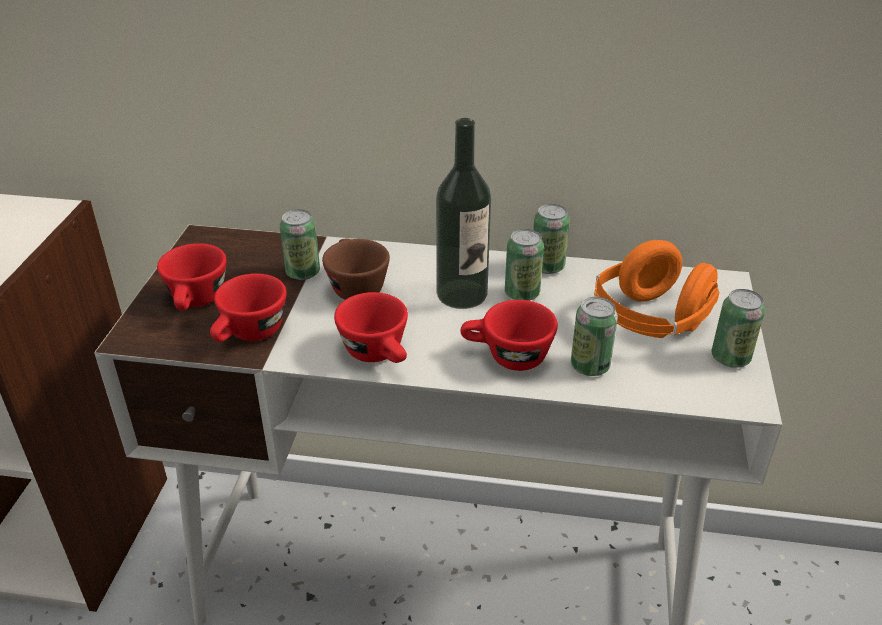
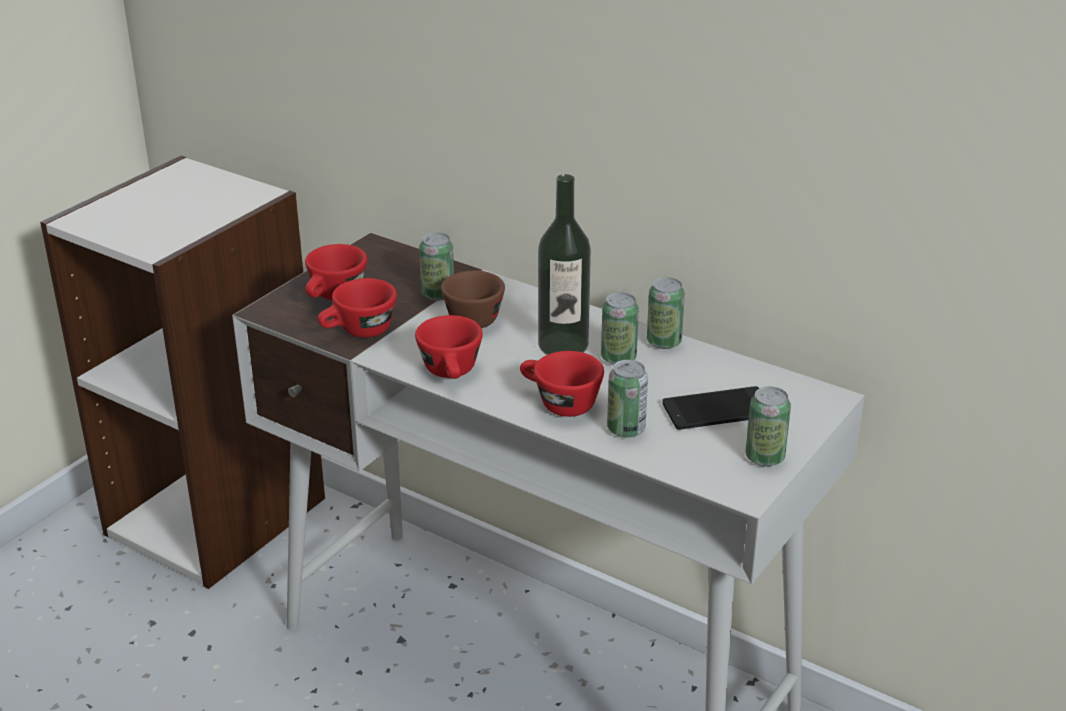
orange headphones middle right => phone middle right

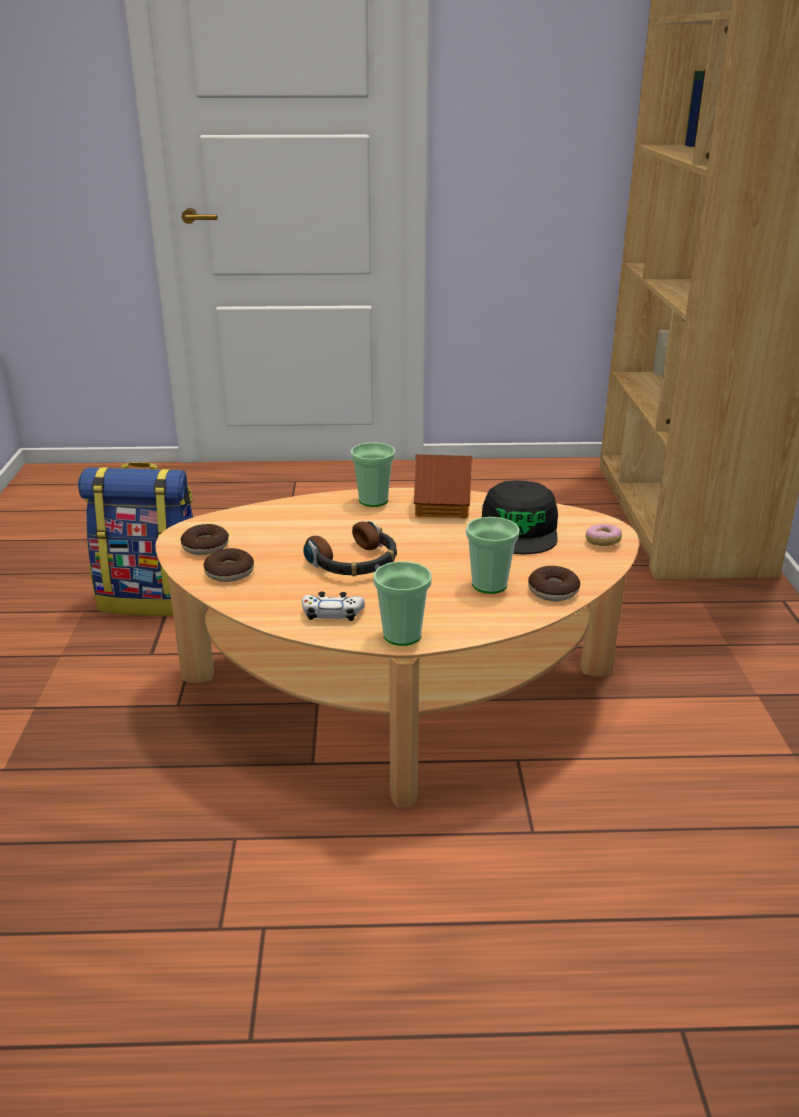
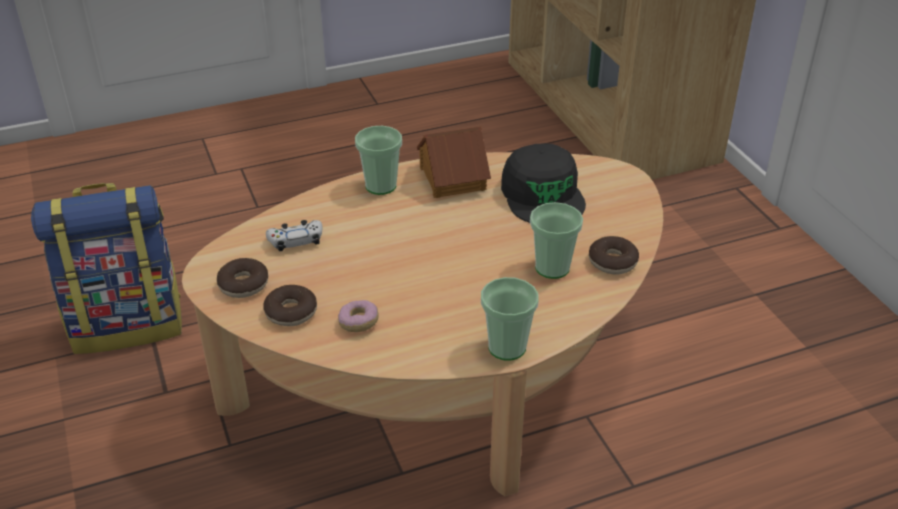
headphones centre => nothing
white game controller centre => white game controller middle left, relocated
donut (no. 4 from left in the first image) middle right => donut (no. 3 from left) centre, relocated

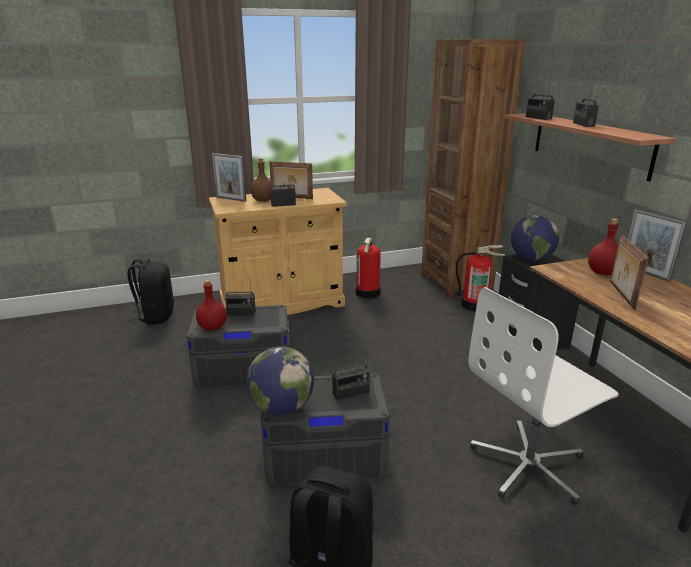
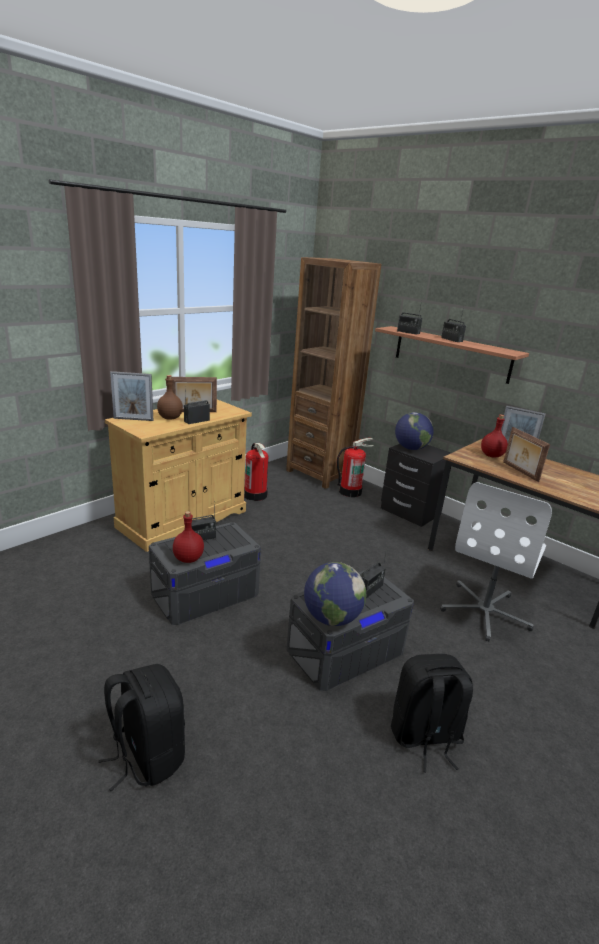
black backpack (no. 1 from left) middle left => black backpack (no. 1 from left) bottom left, relocated

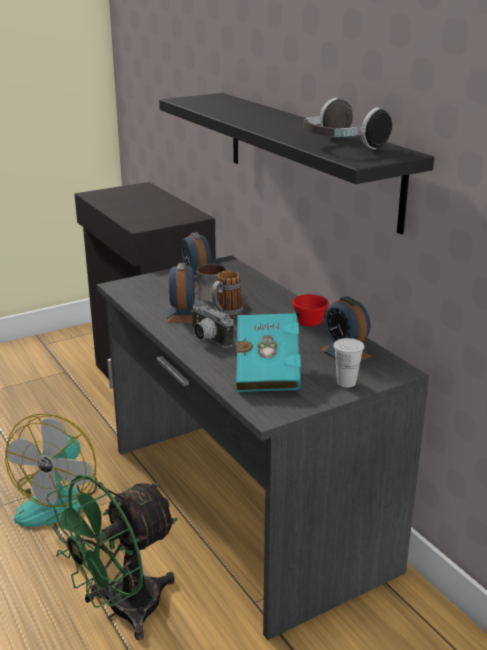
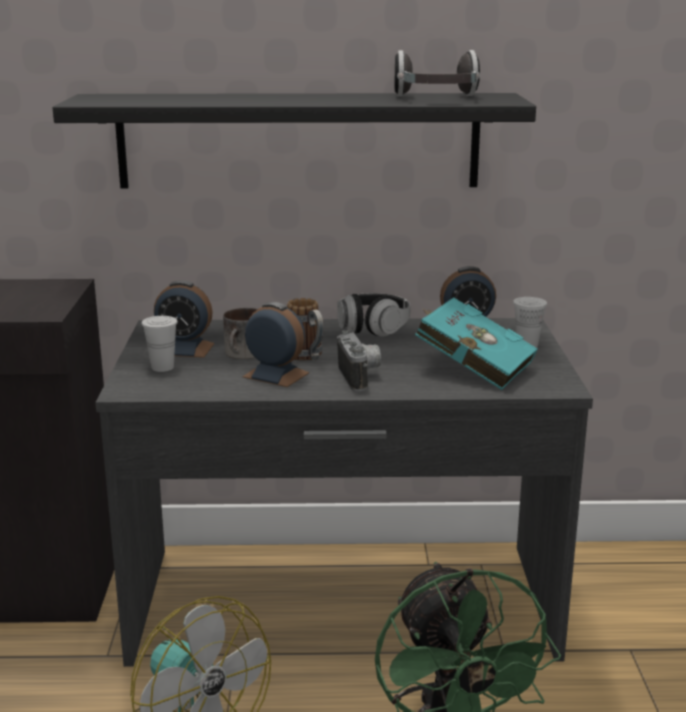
nothing => white cup (no. 1 from left) middle left
red cup centre => headphones (no. 1 from left) centre
photo camera centre, 90 degrees counterclockwise

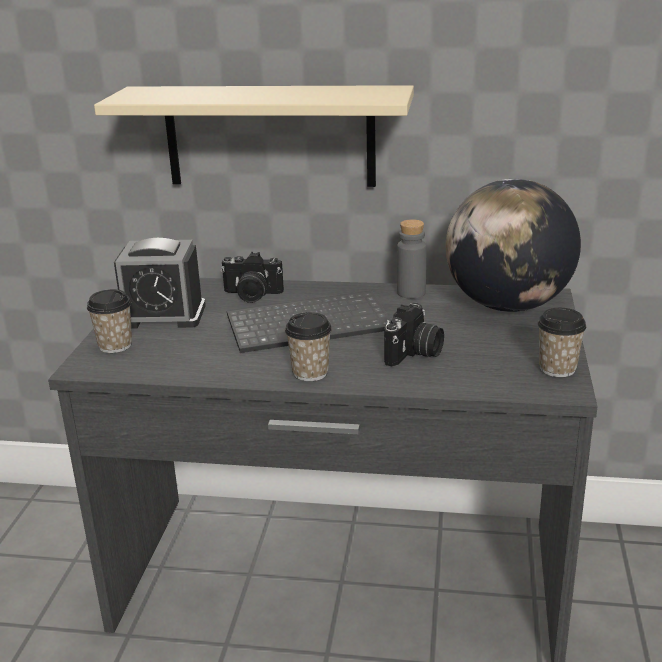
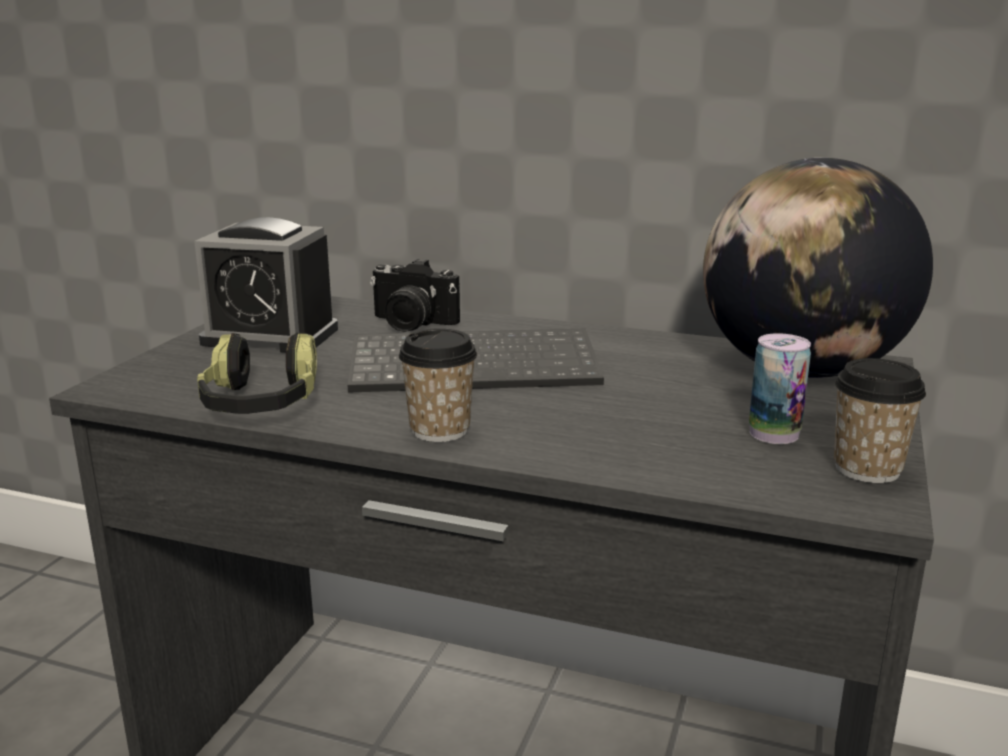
cup (no. 1 from left) middle left => nothing
beige shelf top centre => nothing
photo camera (no. 2 from left) centre => nothing
grey bottle centre => nothing
nothing => headphones middle left
nothing => can middle right

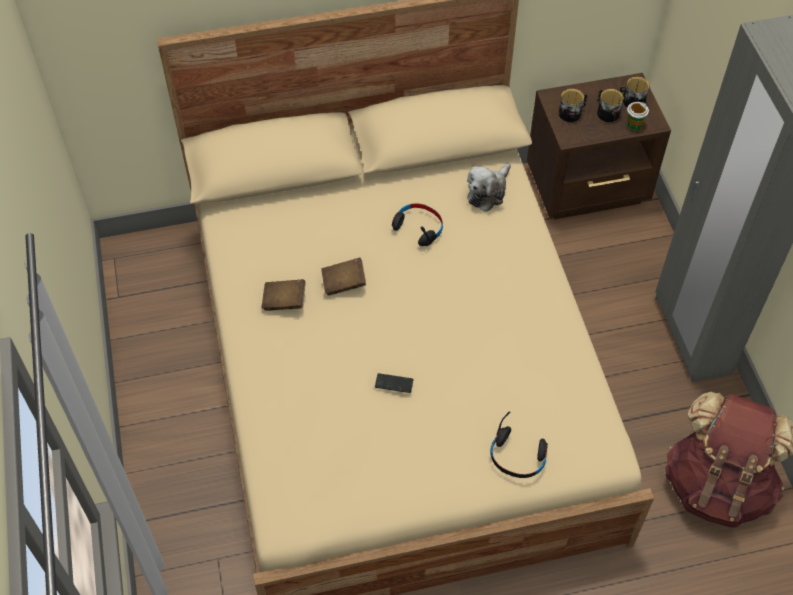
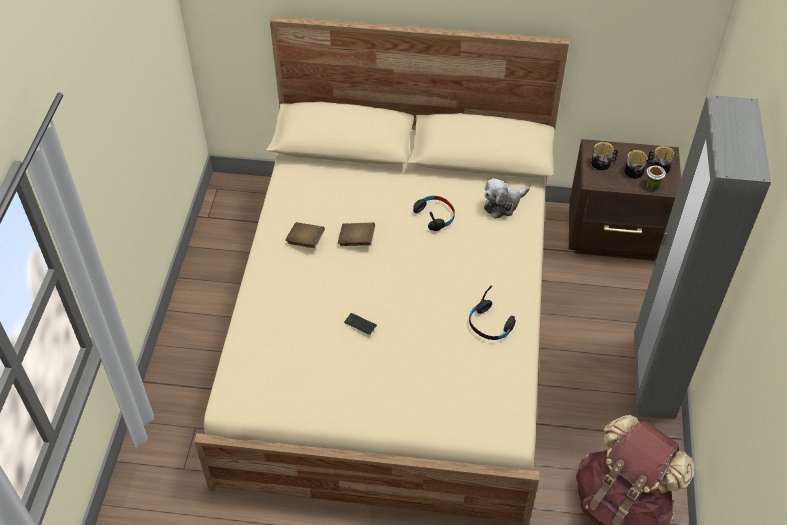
black headphones (no. 2 from left) bottom centre => black headphones (no. 2 from left) centre, relocated

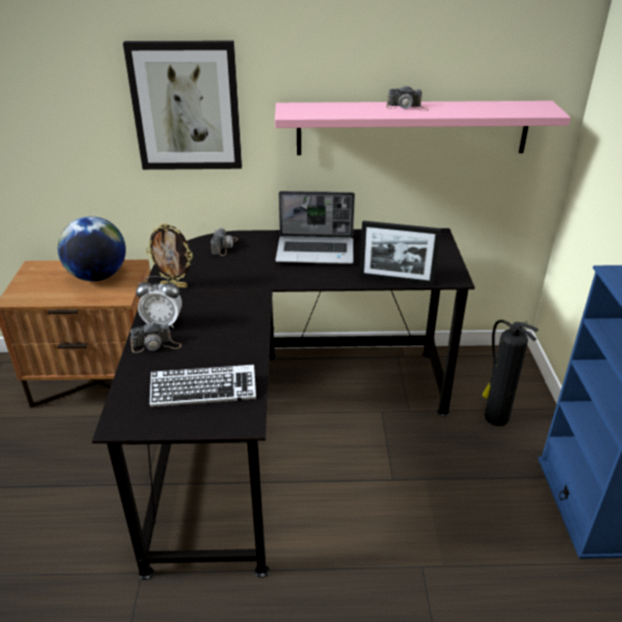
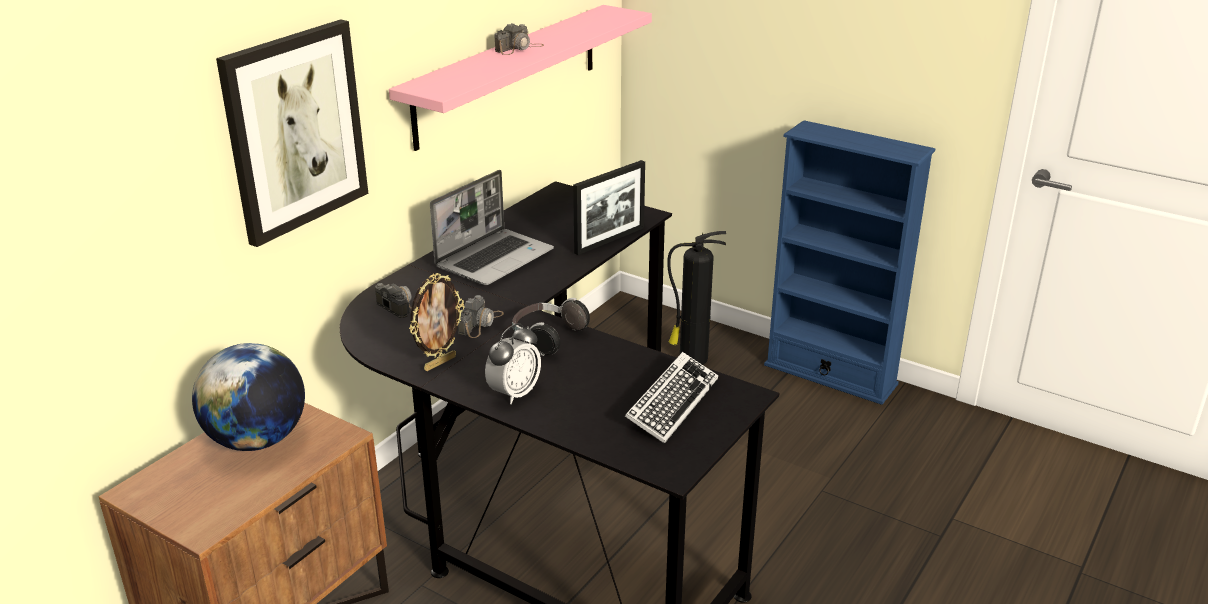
nothing => headphones centre
photo camera (no. 1 from left in the first image) middle left => photo camera (no. 2 from left) centre, relocated

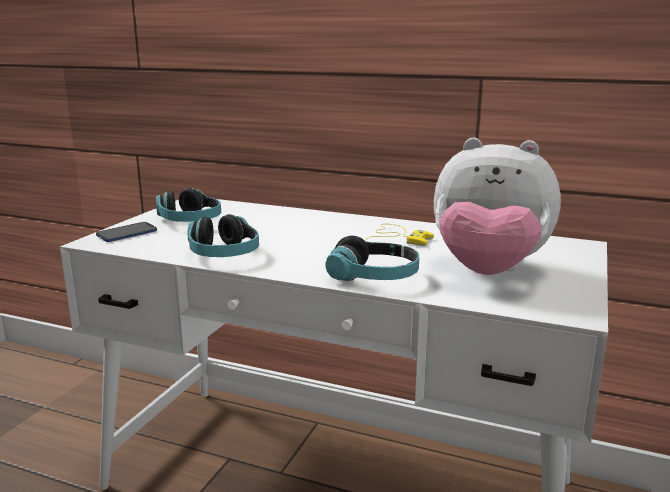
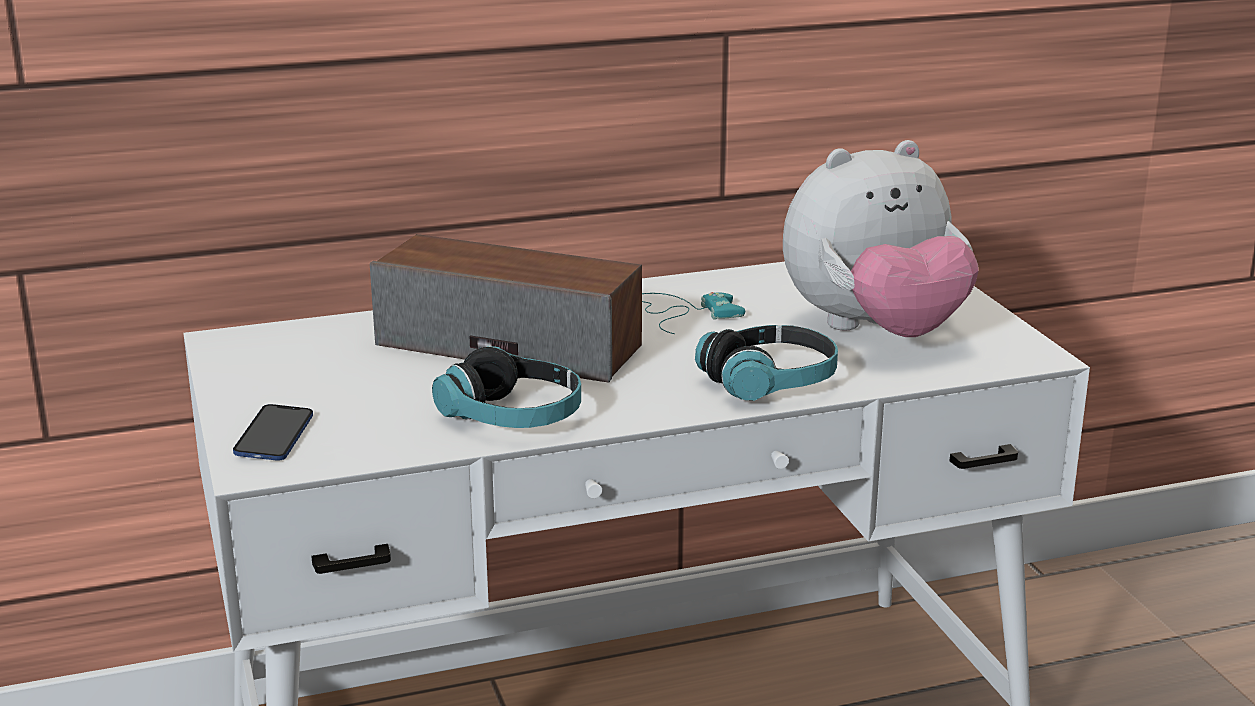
headphones (no. 1 from left) middle left => nothing
nothing => speaker centre
yellow game controller centre => turquoise game controller centre

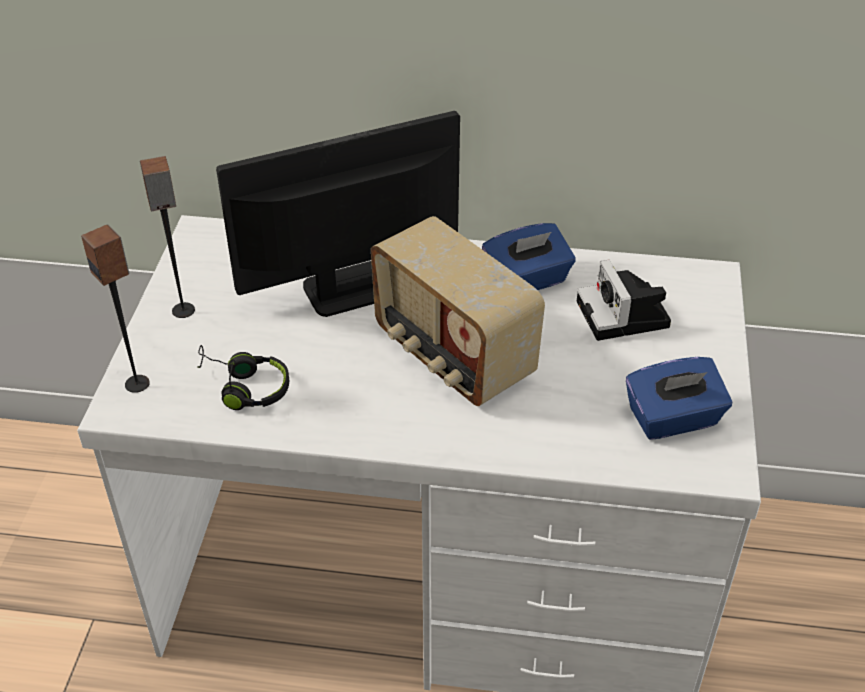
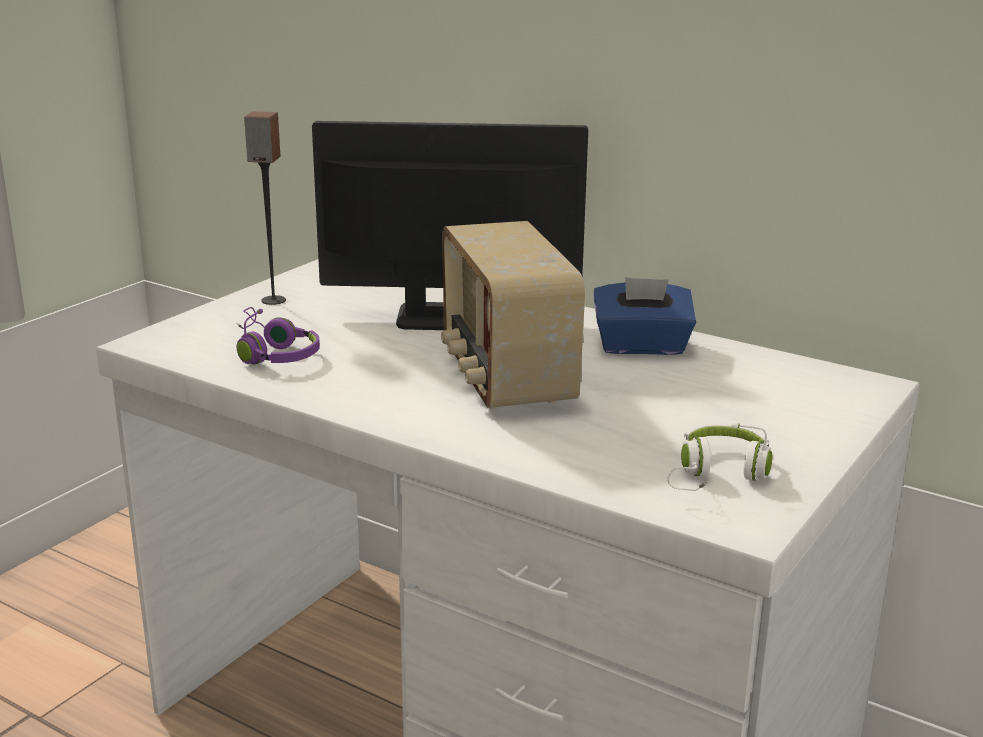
speaker (no. 1 from left) middle left => nothing
photo camera middle right => nothing
blue tissue box (no. 2 from left) middle right => white headphones middle right
black headphones middle left => purple headphones middle left

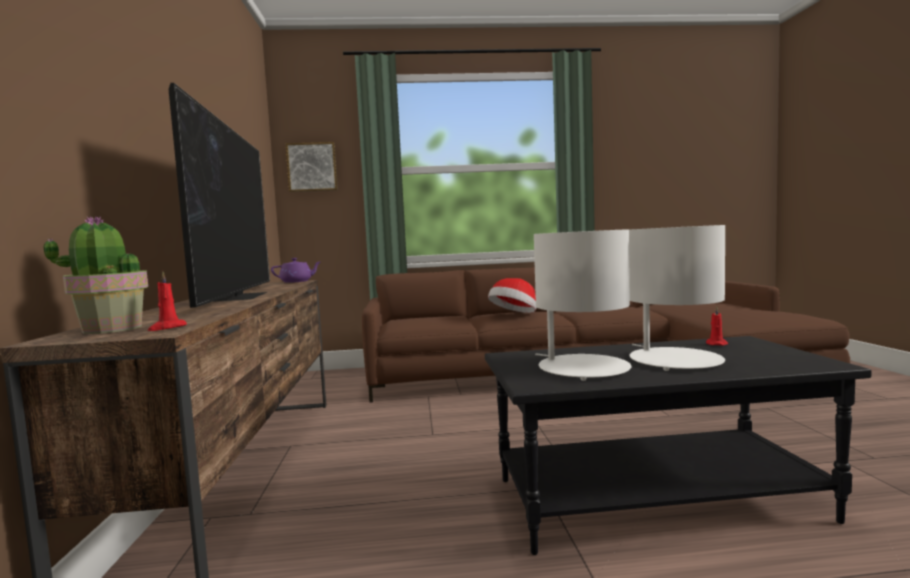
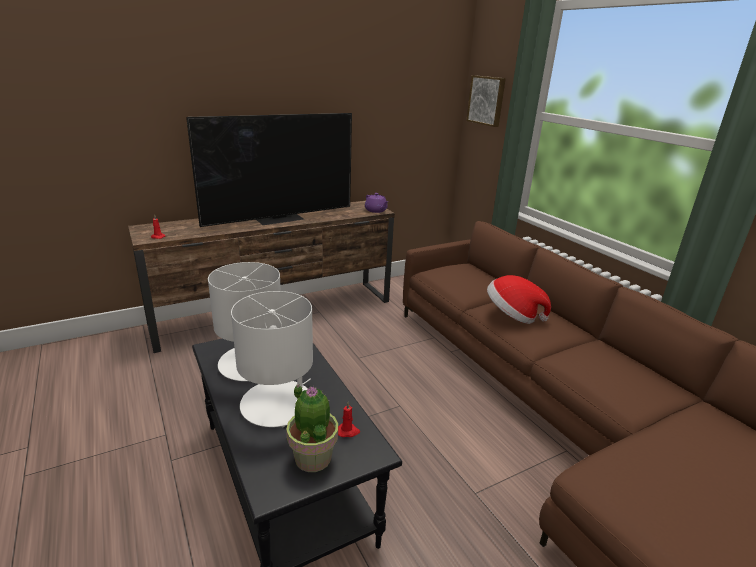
potted plant middle left => potted plant bottom centre, relocated

